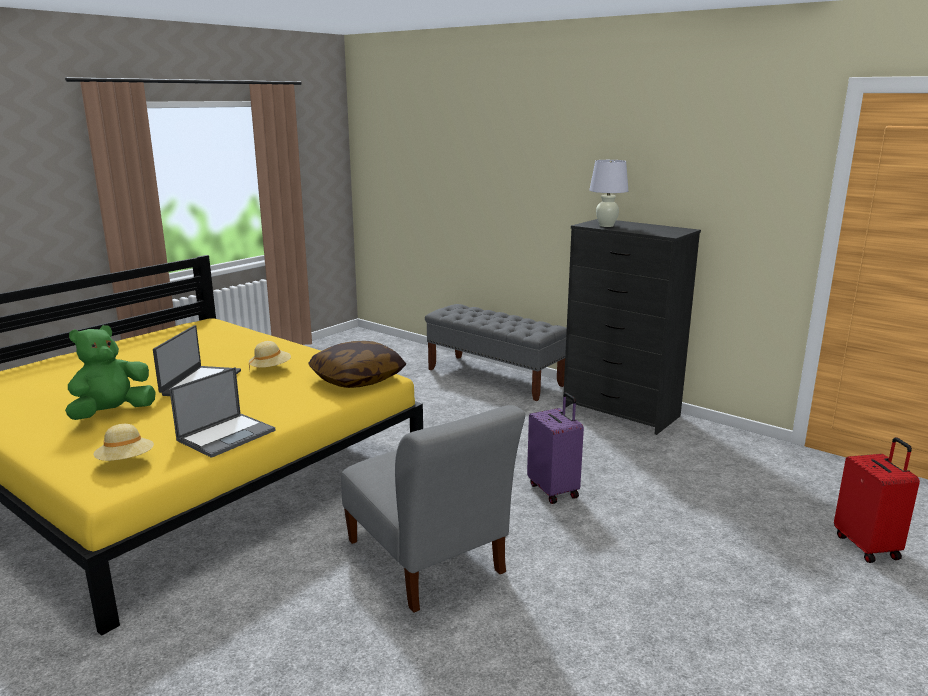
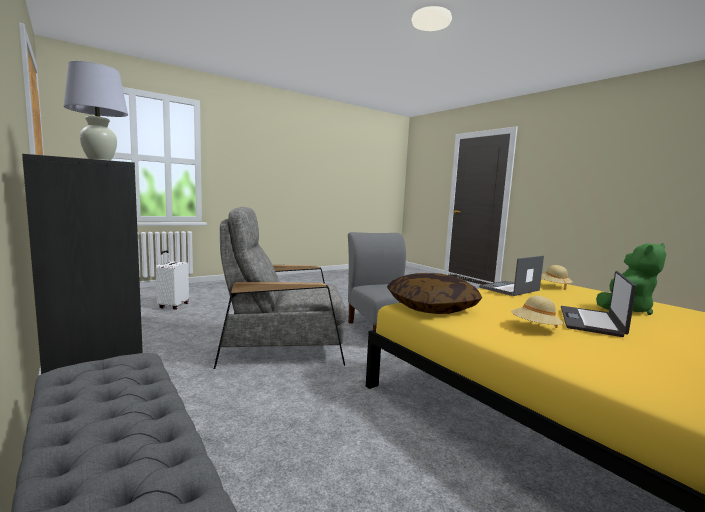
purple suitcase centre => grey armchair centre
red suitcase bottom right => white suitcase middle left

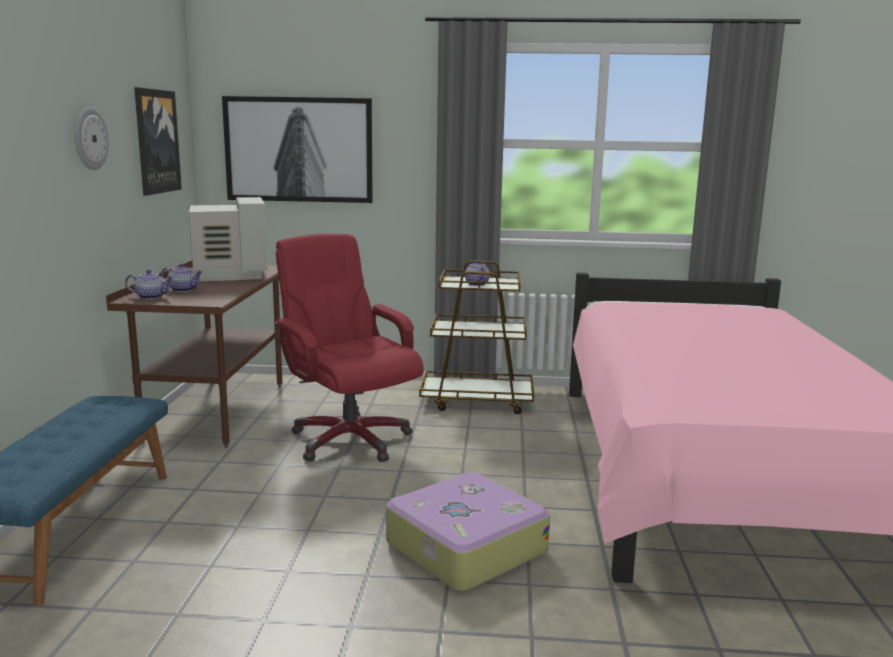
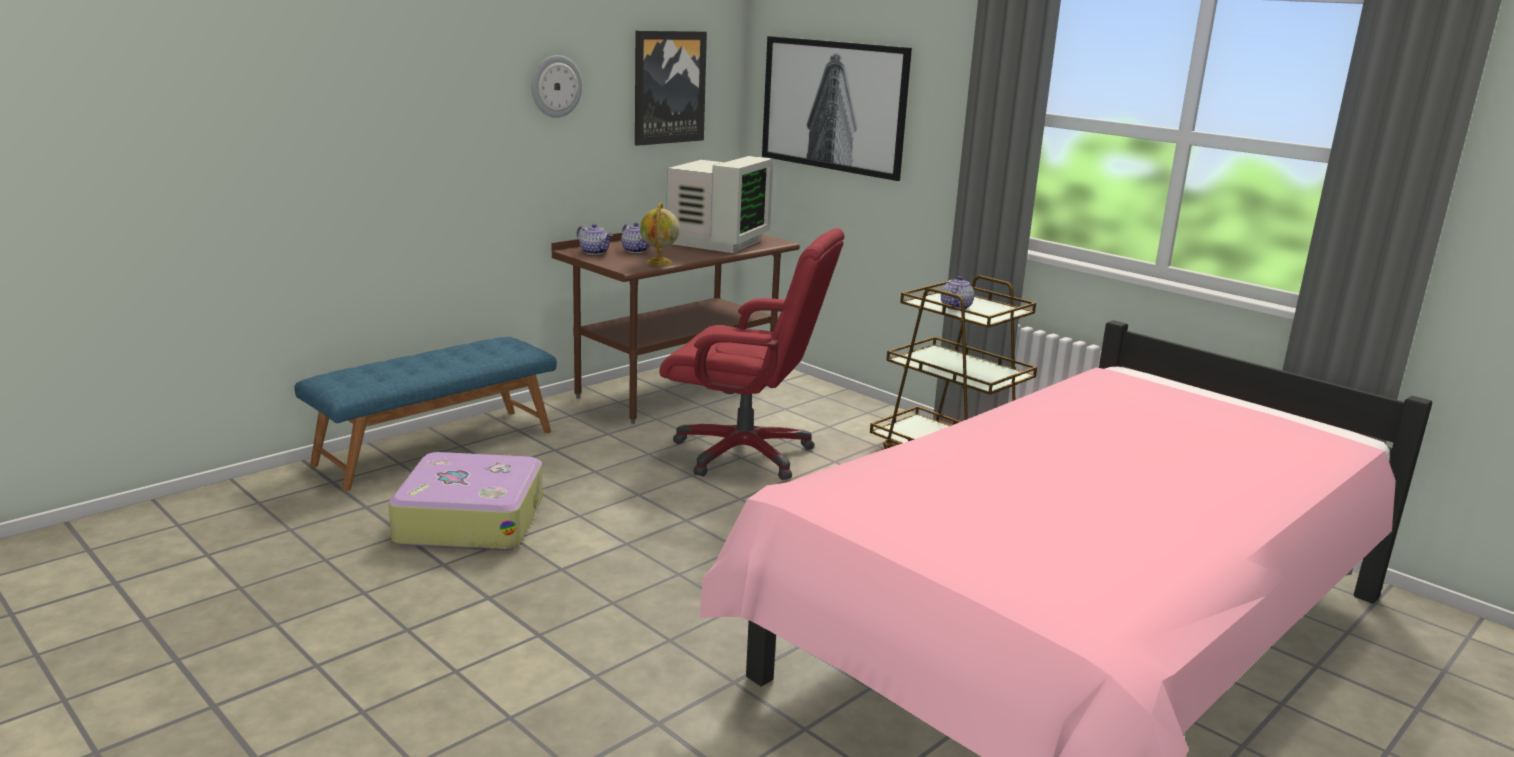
nothing => globe top centre
suitcase bottom centre => suitcase middle left, relocated
red office chair centre, 105 degrees clockwise

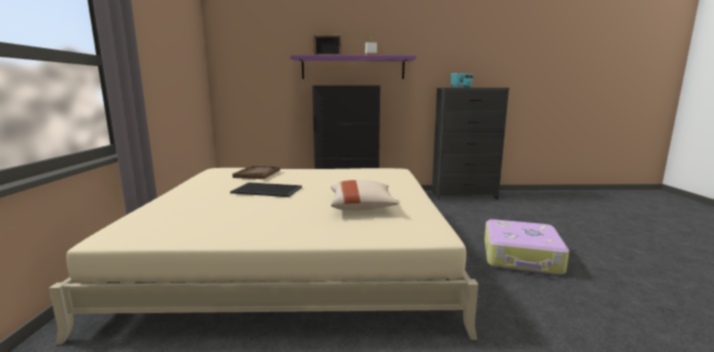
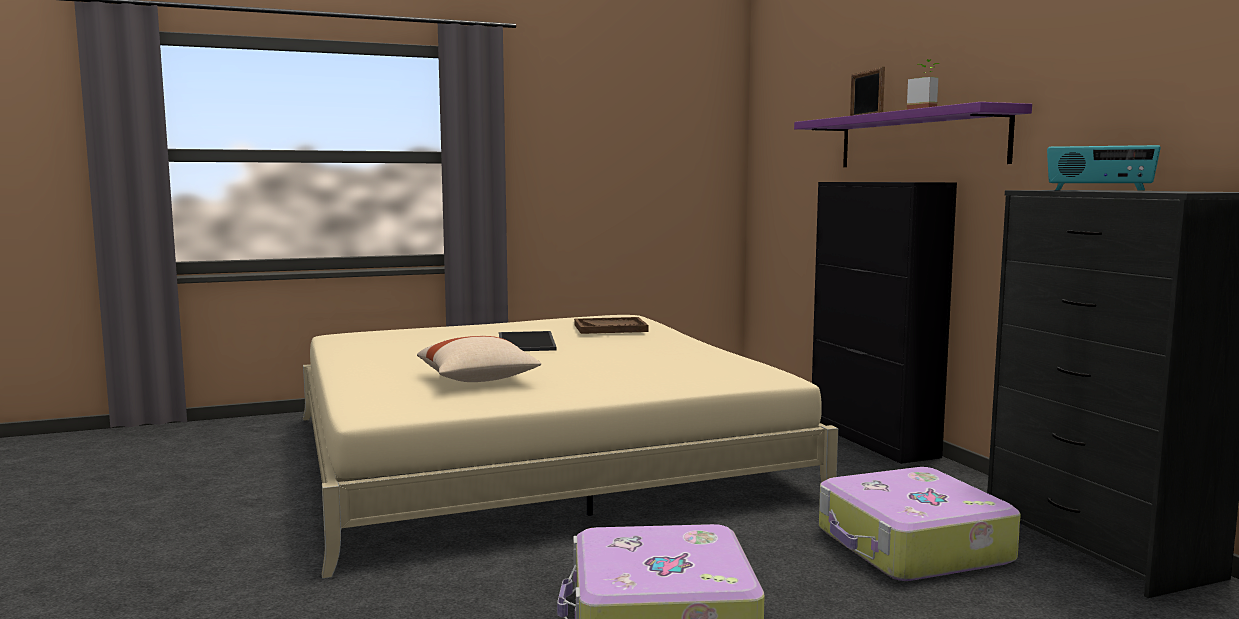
nothing => suitcase (no. 2 from left) bottom right

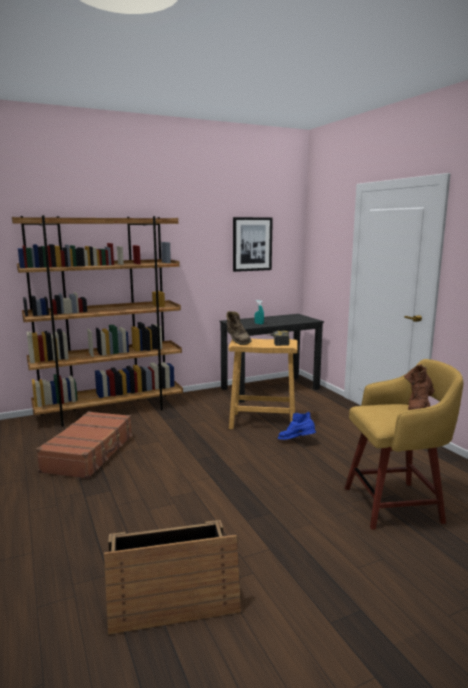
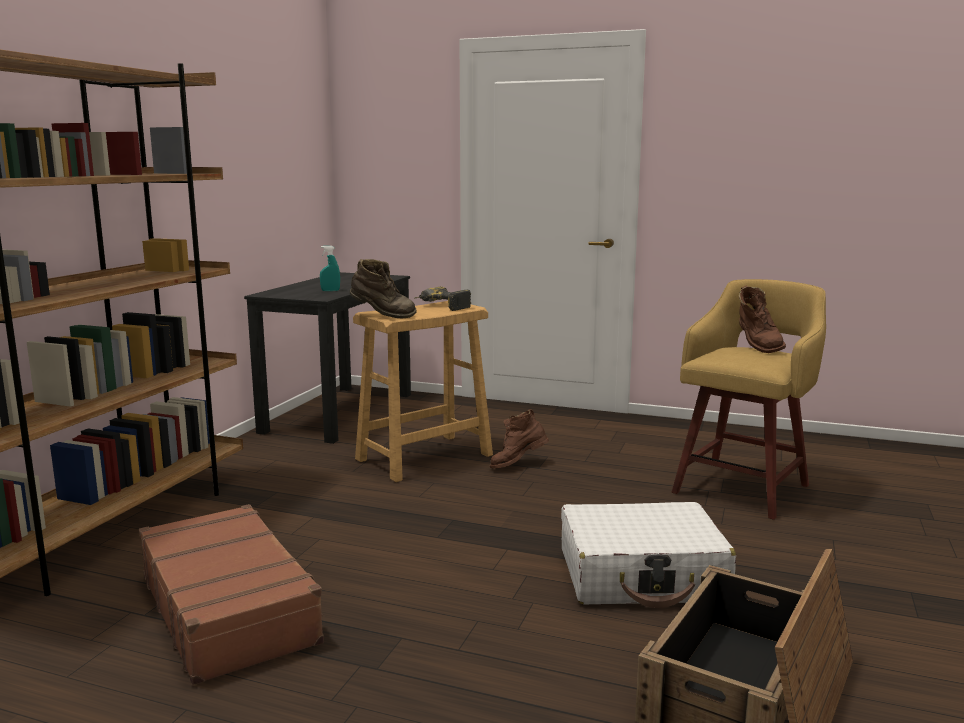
picture centre => nothing
nothing => white suitcase bottom right
blue boot centre => brown boot (no. 2 from left) centre

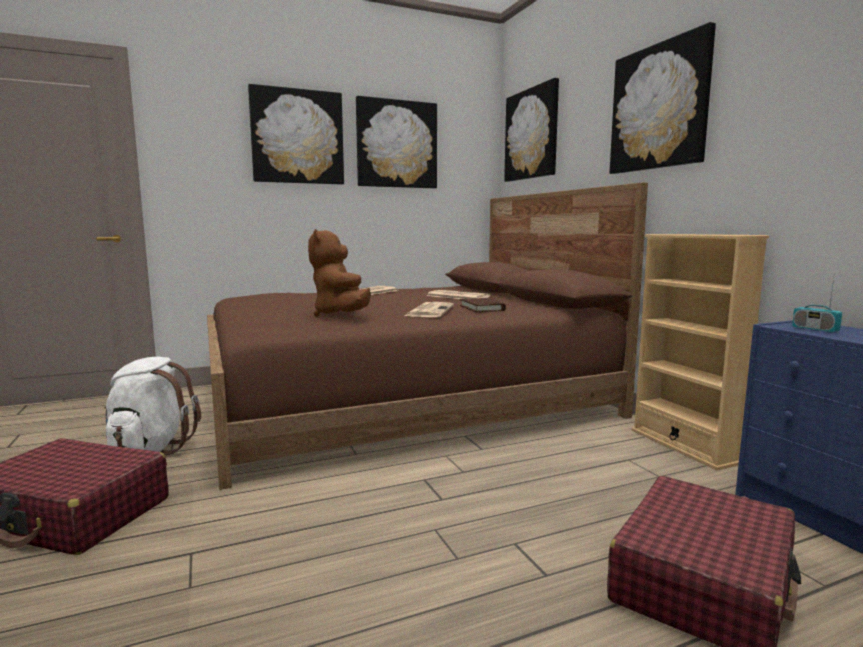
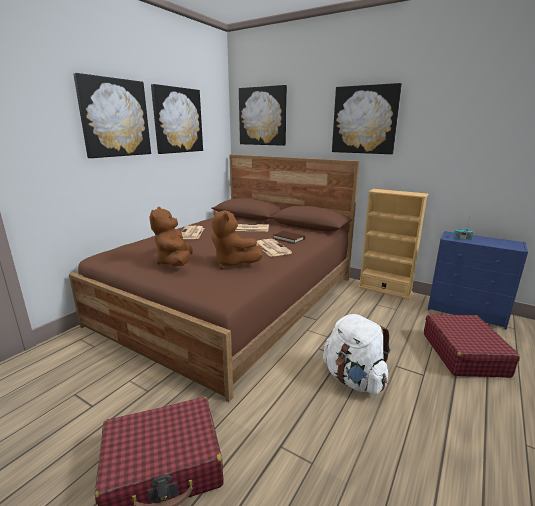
nothing => brown plush toy (no. 1 from left) middle left
white backpack middle left => white backpack bottom centre, relocated

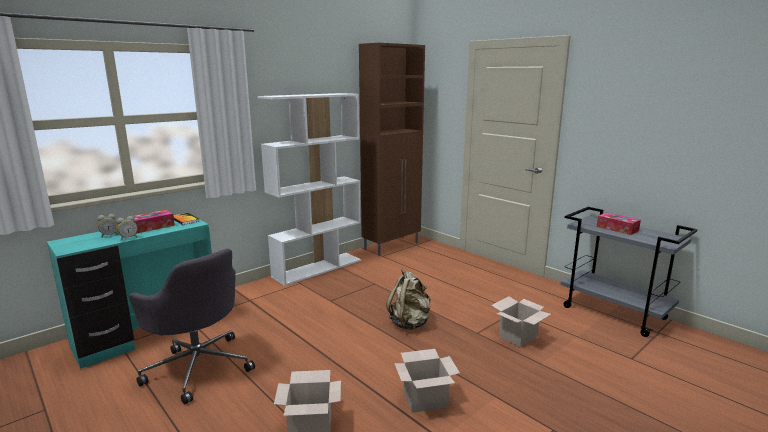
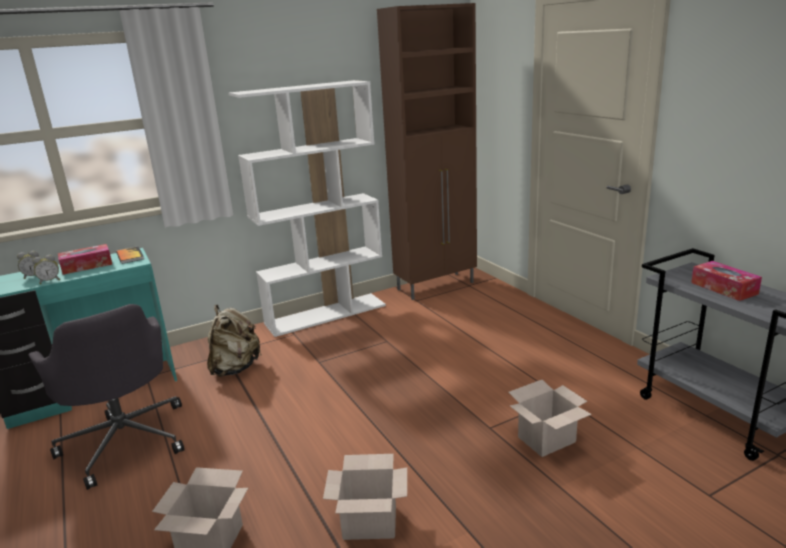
beige backpack bottom centre => beige backpack middle left, relocated

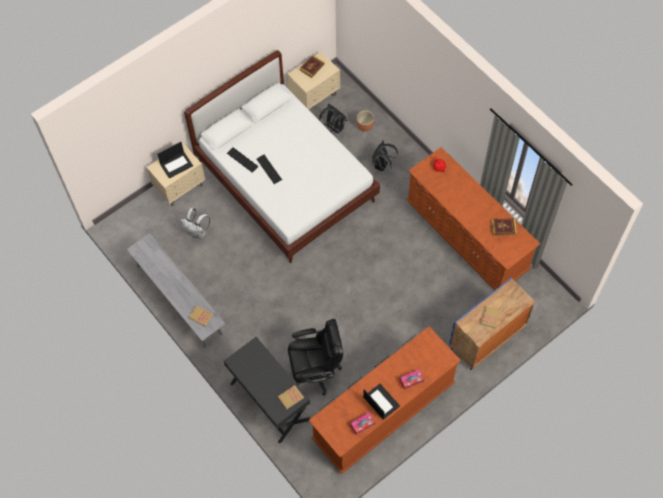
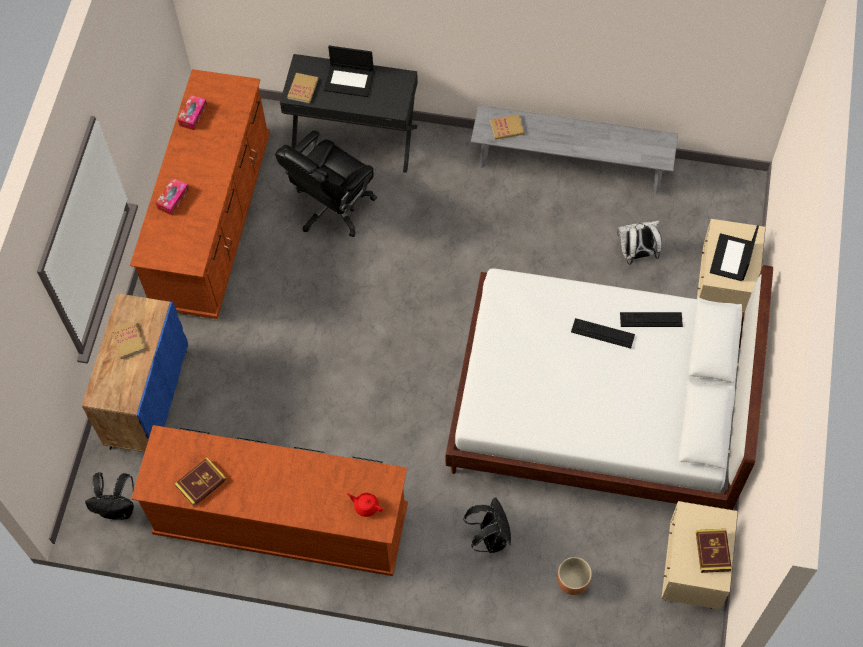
black backpack (no. 1 from left) top centre => black backpack (no. 1 from left) bottom left, relocated
laptop (no. 2 from left in the first image) bottom centre => laptop (no. 1 from left) top centre, relocated

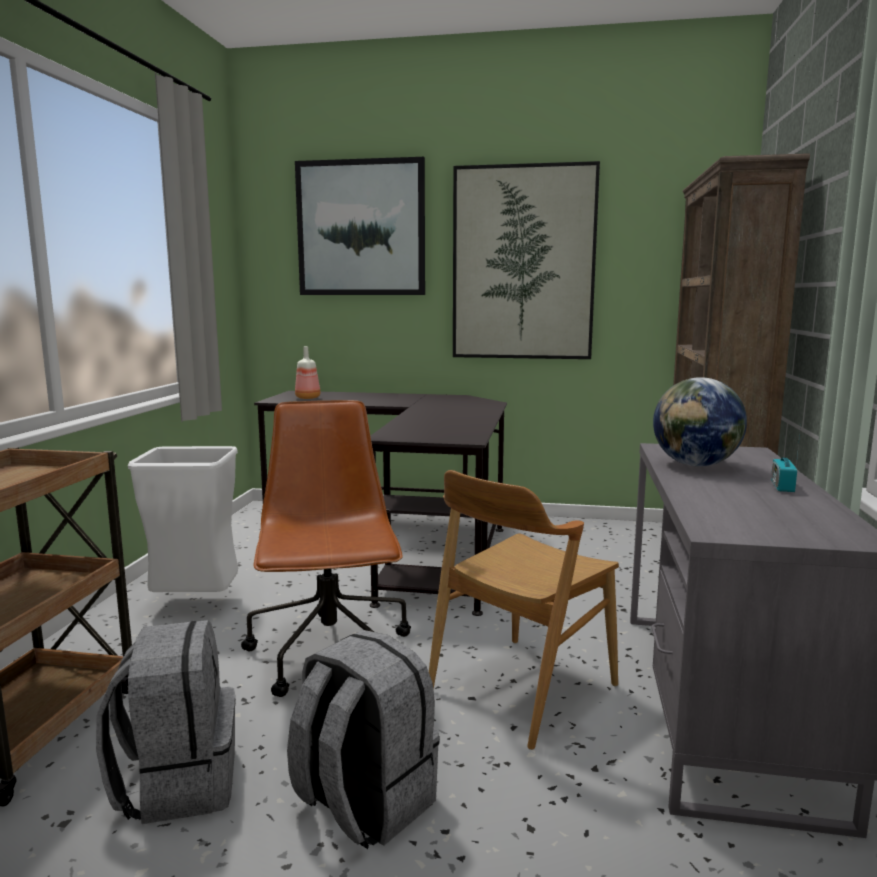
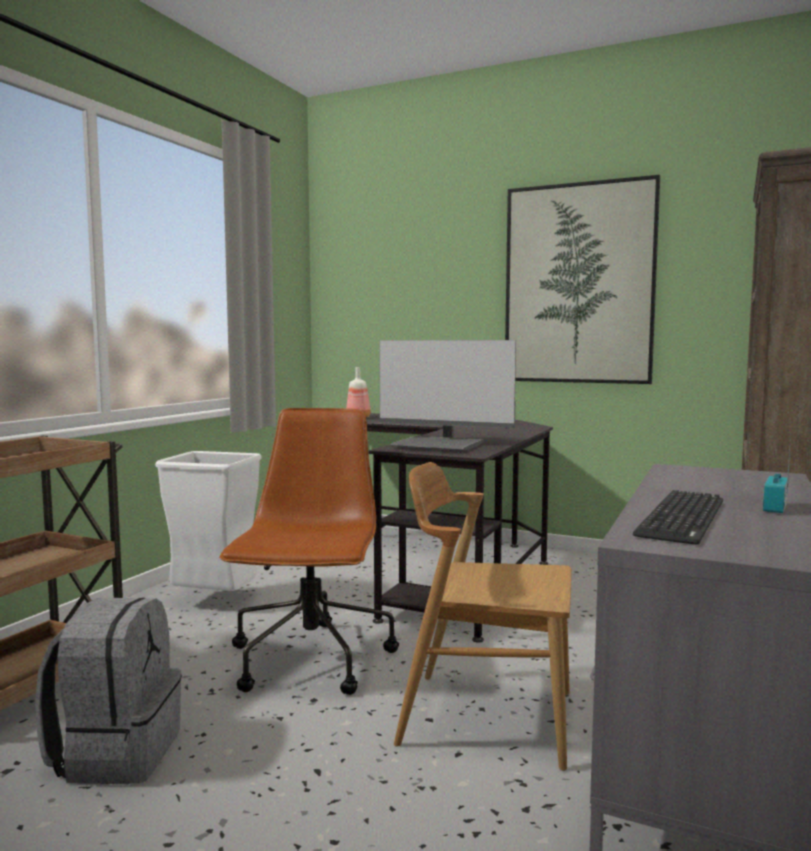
grey backpack (no. 2 from left) bottom centre => nothing
picture (no. 1 from left) top centre => nothing
globe middle right => nothing
nothing => monitor centre
nothing => keyboard middle right
brown chair bottom centre, 45 degrees clockwise

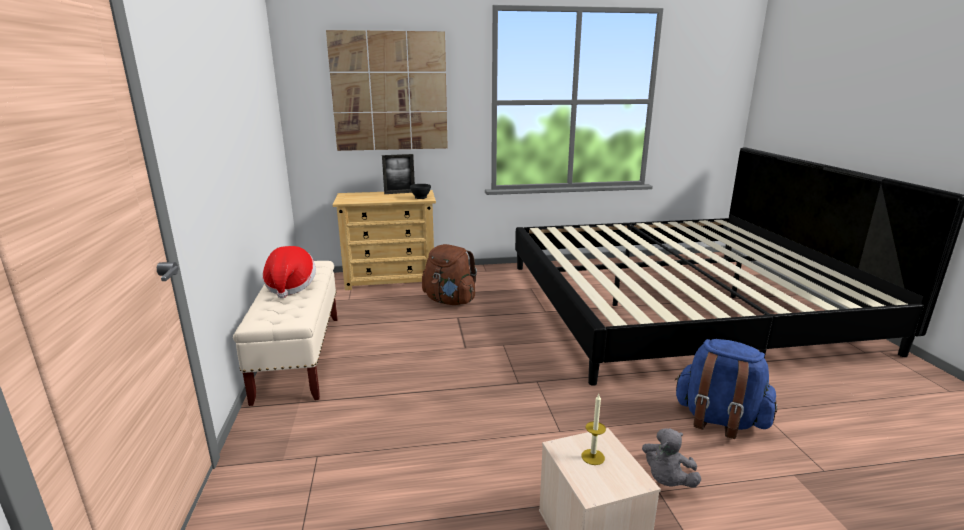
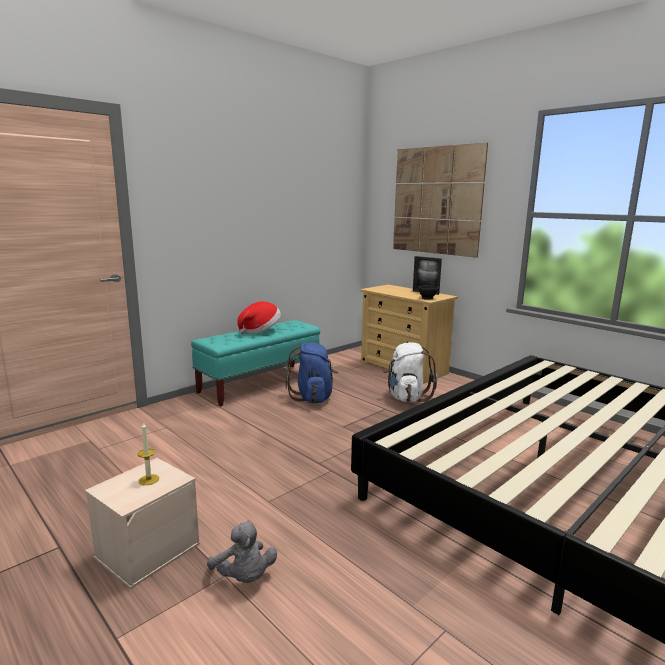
blue backpack bottom right => blue backpack centre, relocated
beige bench middle left => turquoise bench centre
brown backpack centre => white backpack centre
grey plush toy bottom right => grey plush toy bottom centre, 120 degrees counterclockwise

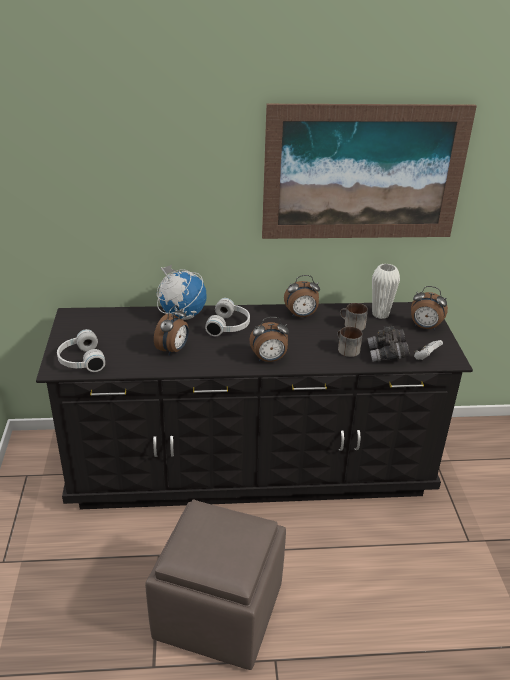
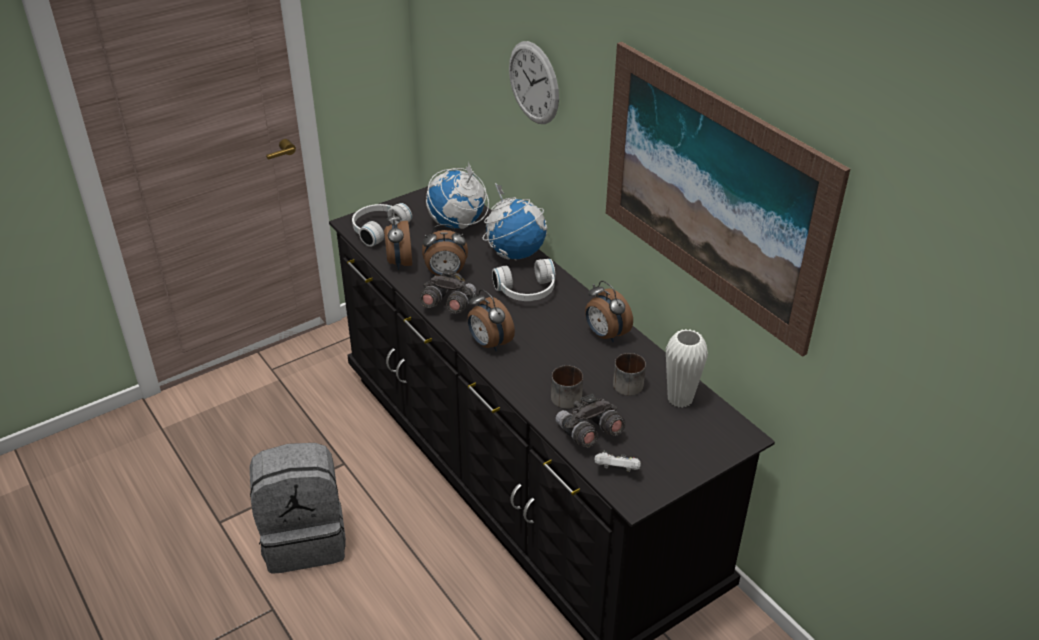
nothing => grey binoculars (no. 1 from left) centre
nothing => globe (no. 1 from left) top centre
nothing => wall clock top centre
alarm clock (no. 4 from left in the first image) middle right => alarm clock (no. 1 from left) centre, relocated
brown ottoman bottom centre => grey backpack bottom left

